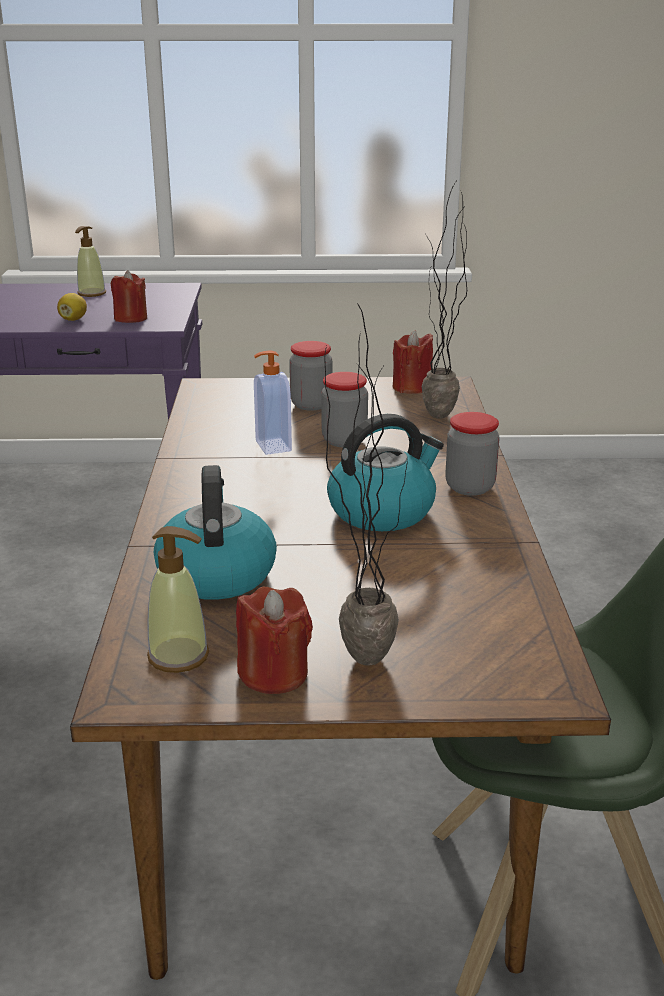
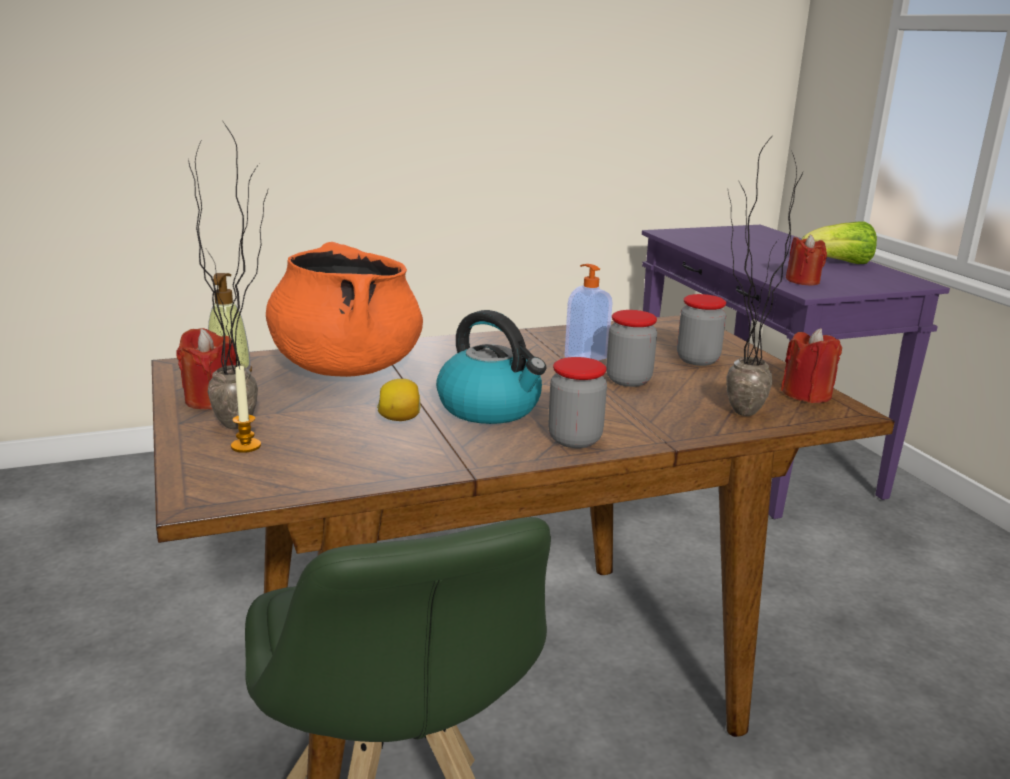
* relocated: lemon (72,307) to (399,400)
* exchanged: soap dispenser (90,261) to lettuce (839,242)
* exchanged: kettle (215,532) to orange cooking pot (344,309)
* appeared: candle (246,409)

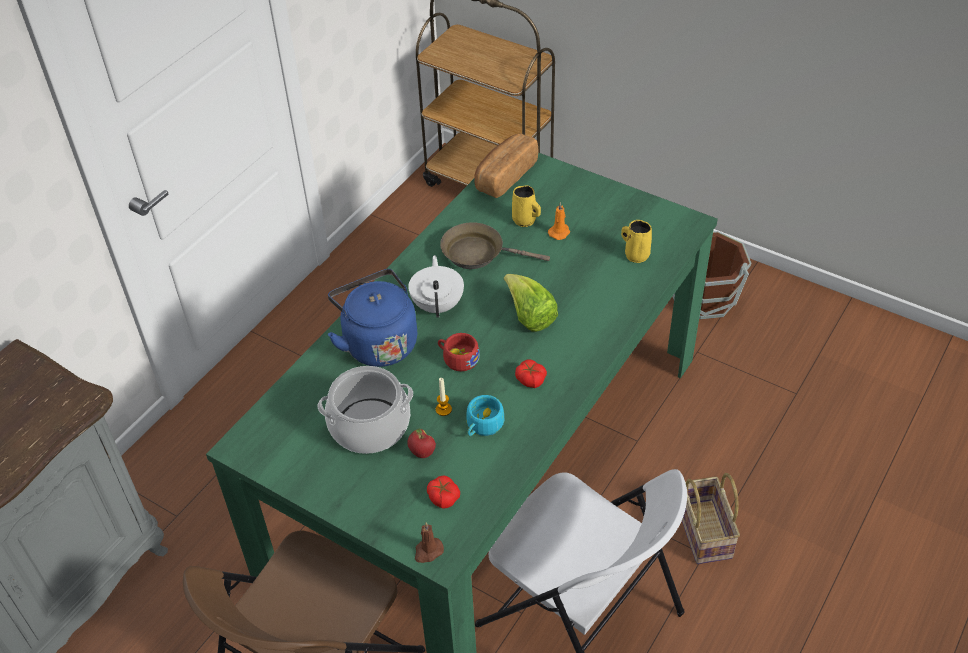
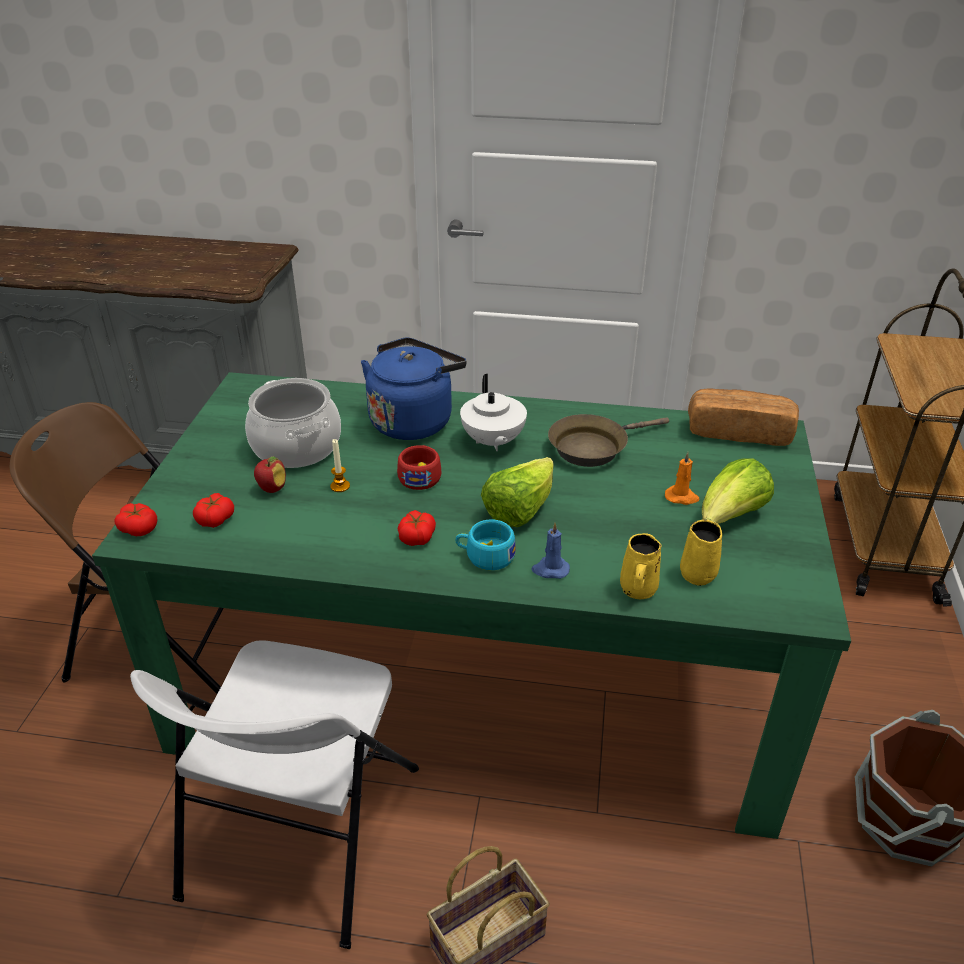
* spun: white teapot (436,286) = (493,412) 105 degrees clockwise
* exchanged: brown candle (429,542) to tomato (135,519)
* spun: brown frying pan (495,245) = (608,440) 105 degrees counterclockwise
* relocated: turquoise cup (485,415) to (485,544)
* relocated: yellow mug (526,206) to (640,566)
* appeared: blue candle (551,550)
* appeared: lettuce (738,491)

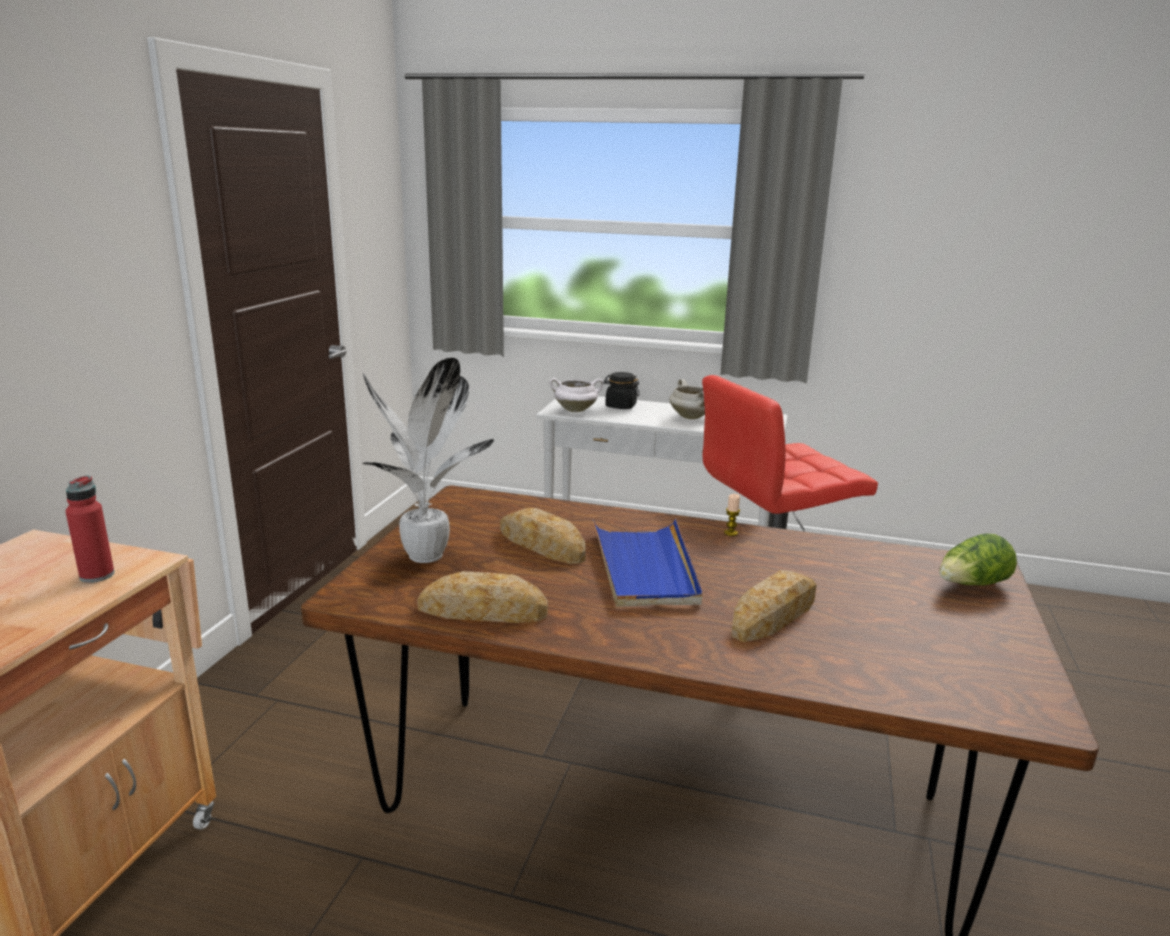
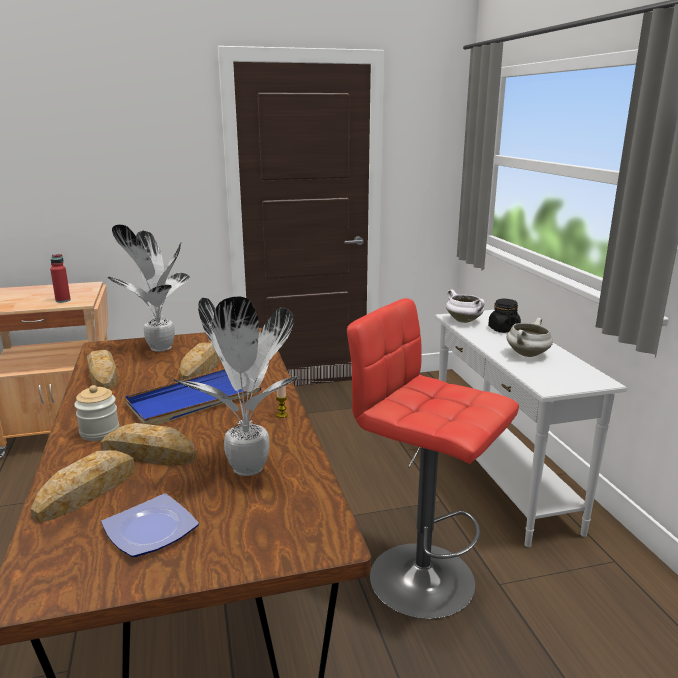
* missing: lettuce (978,560)
* appeared: bread (83,486)
* appeared: jar (96,413)
* appeared: plate (150,525)
* appeared: potted plant (236,386)

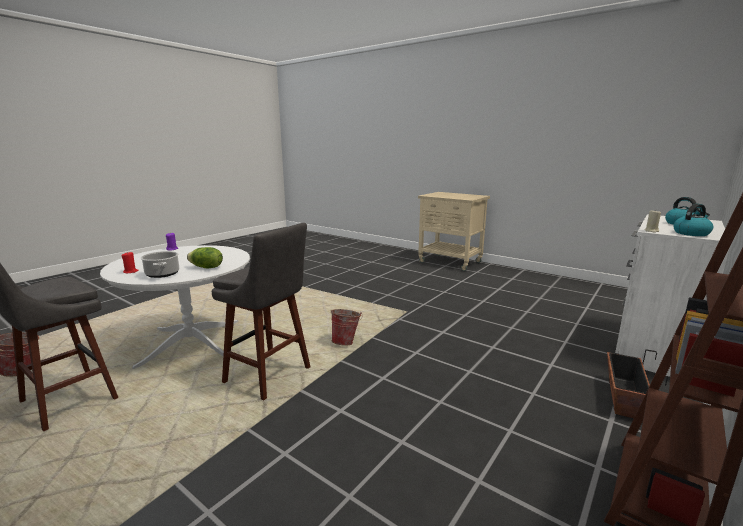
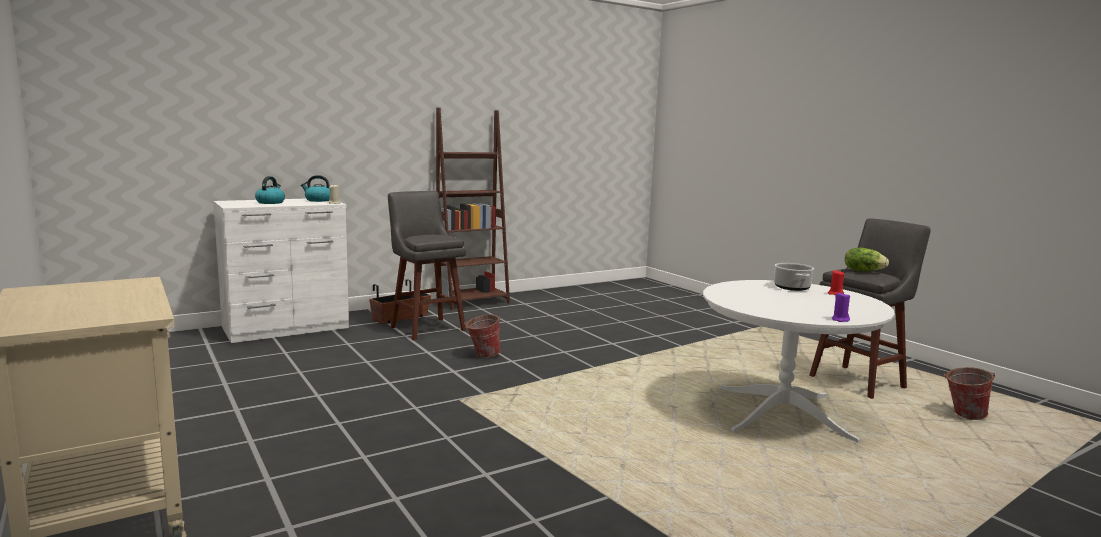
* relocated: lettuce (205,257) to (867,259)
* relocated: grey stool (261,312) to (427,265)
* relocated: bucket (346,327) to (482,336)

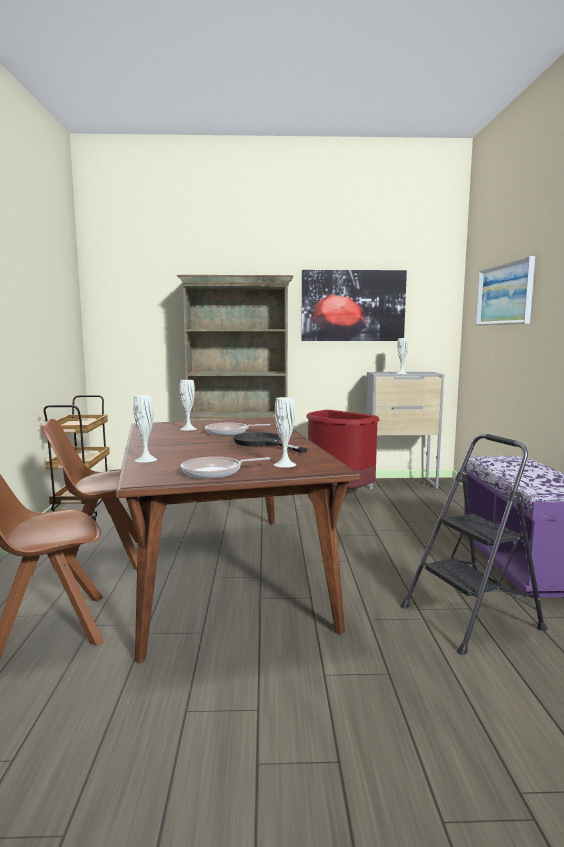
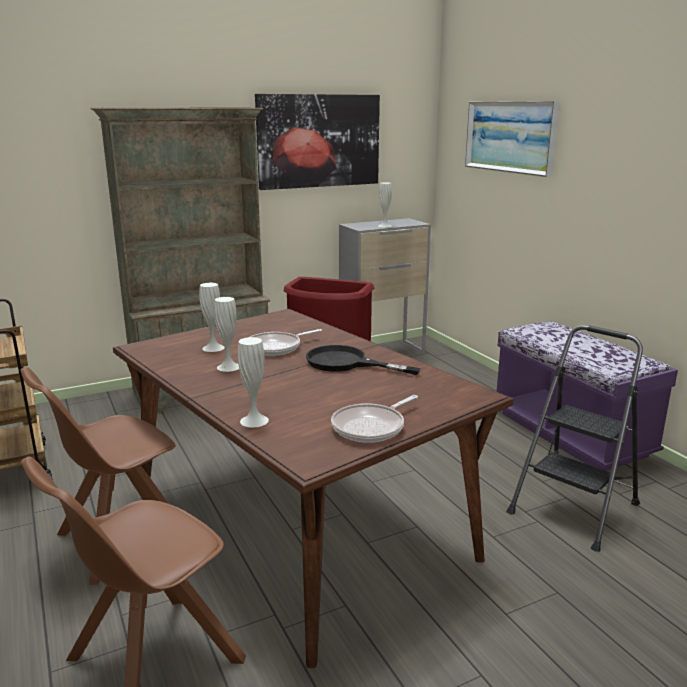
* relocated: white vase (285,432) to (226,334)

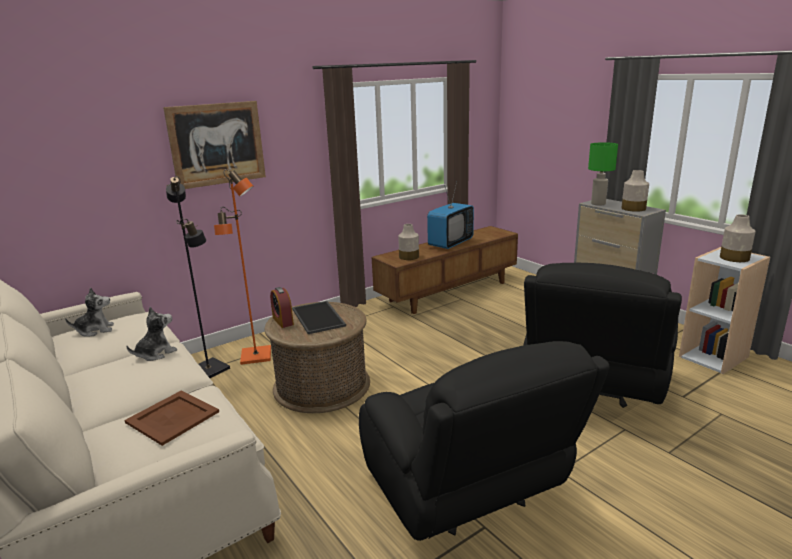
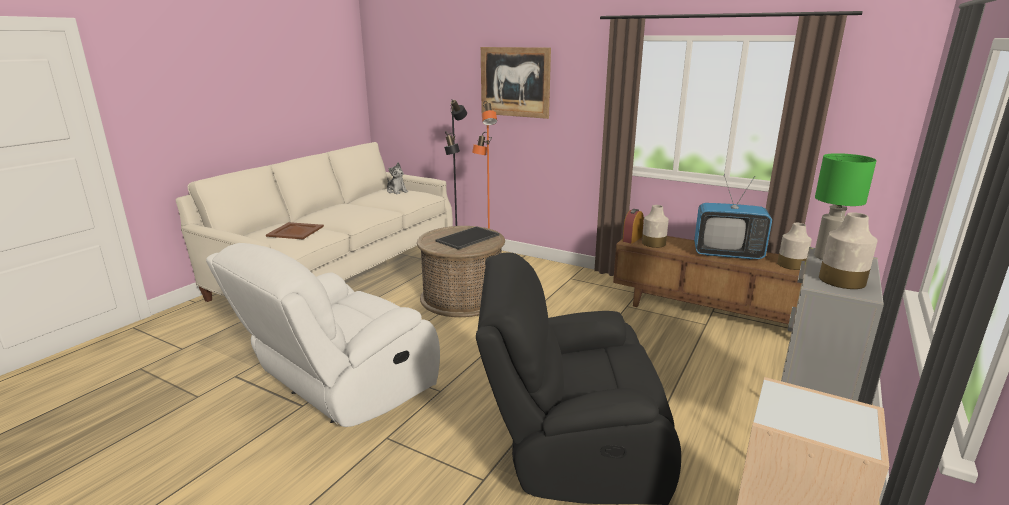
* missing: plush toy (151,334)
* relocated: alarm clock (282,307) to (633,226)
* colour: black armchair (484,441) to white armchair (323,335)
* relocated: beige vase (738,238) to (794,246)

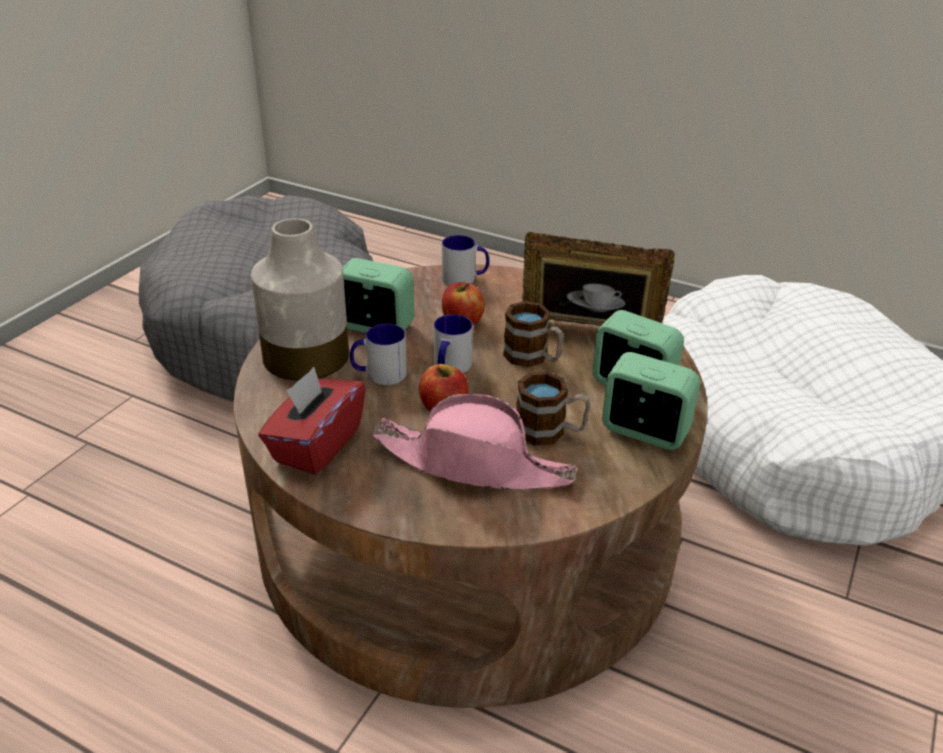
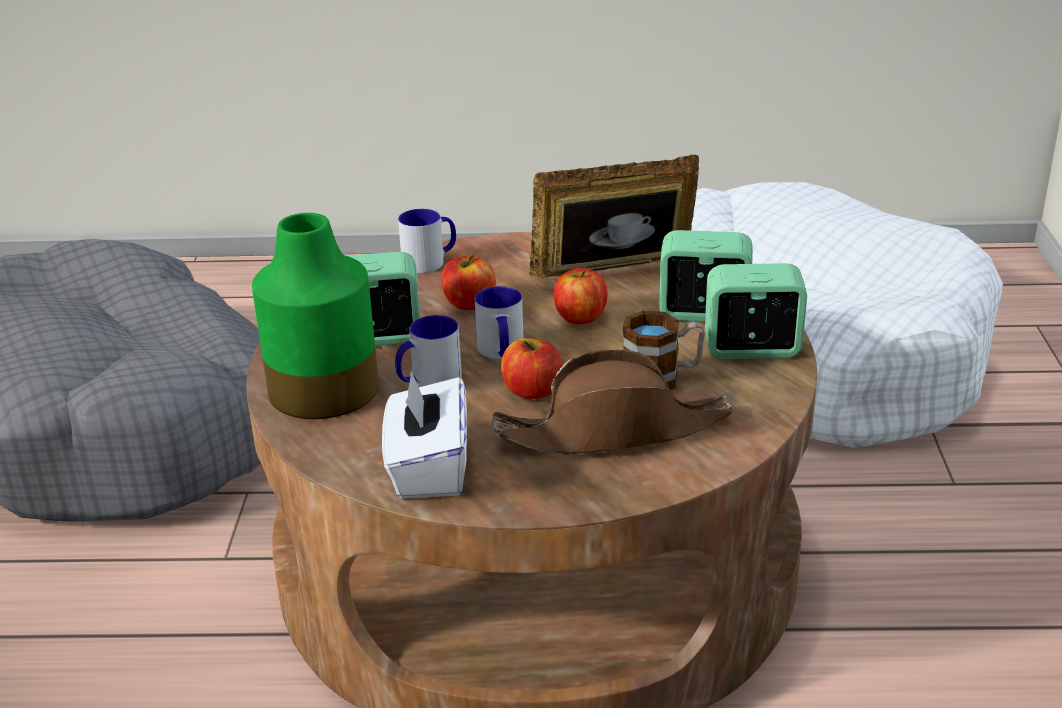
* colour: beige vase (300,299) to green vase (315,316)
* colour: red tissue box (312,421) to white tissue box (424,435)
* colour: pink hat (474,442) to brown hat (612,402)
* exchanged: mug (533,334) to apple (581,295)

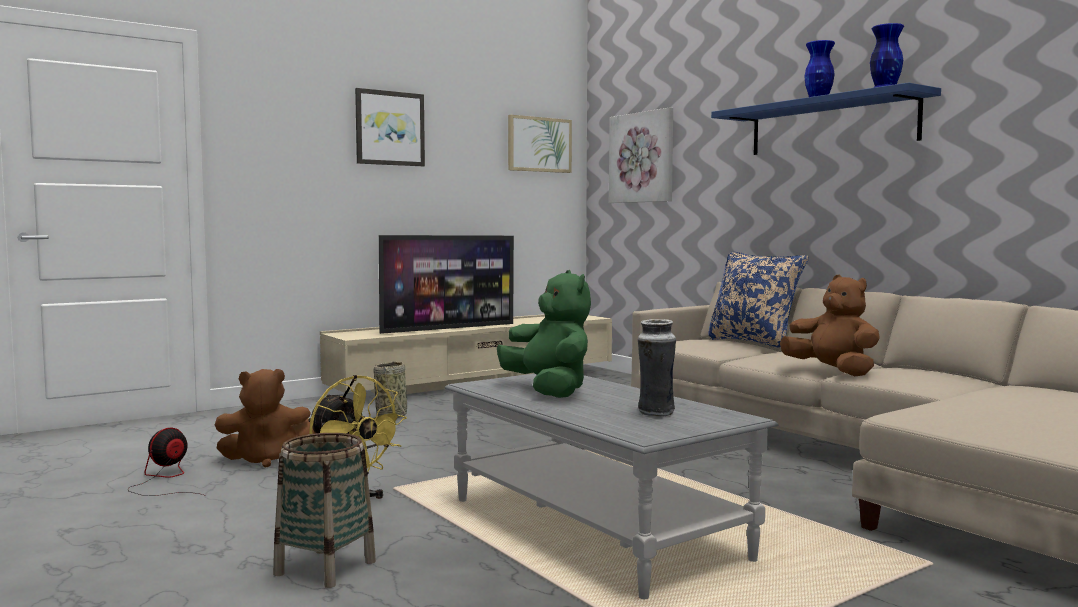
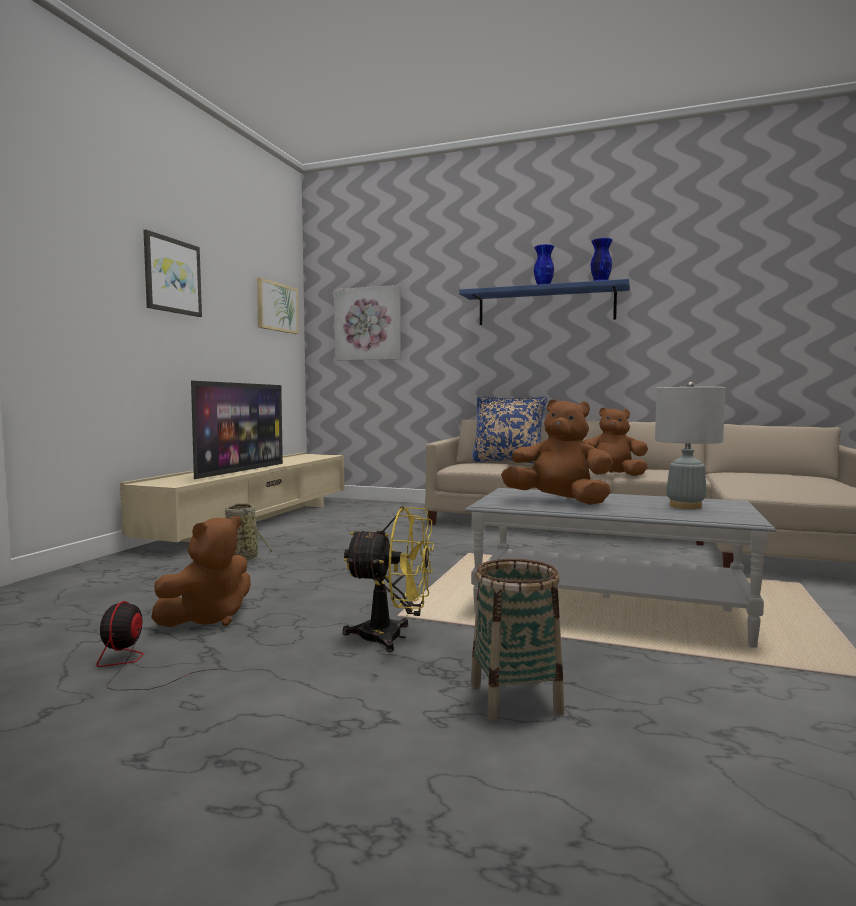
* colour: green plush toy (544,334) to brown plush toy (557,452)
* exchanged: vase (657,368) to grey table lamp (690,445)

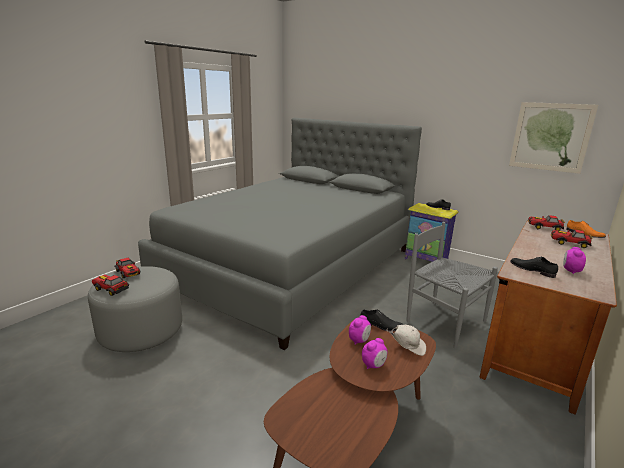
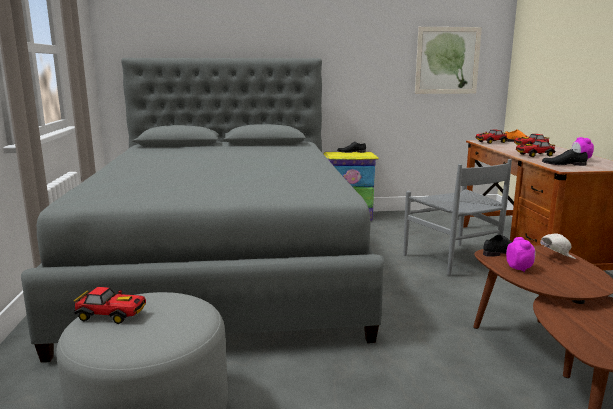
* relocated: toy car (110,285) to (535,148)
* missing: alarm clock (374,353)
* spun: grey chair (452,285) = (457,217) 120 degrees counterclockwise

